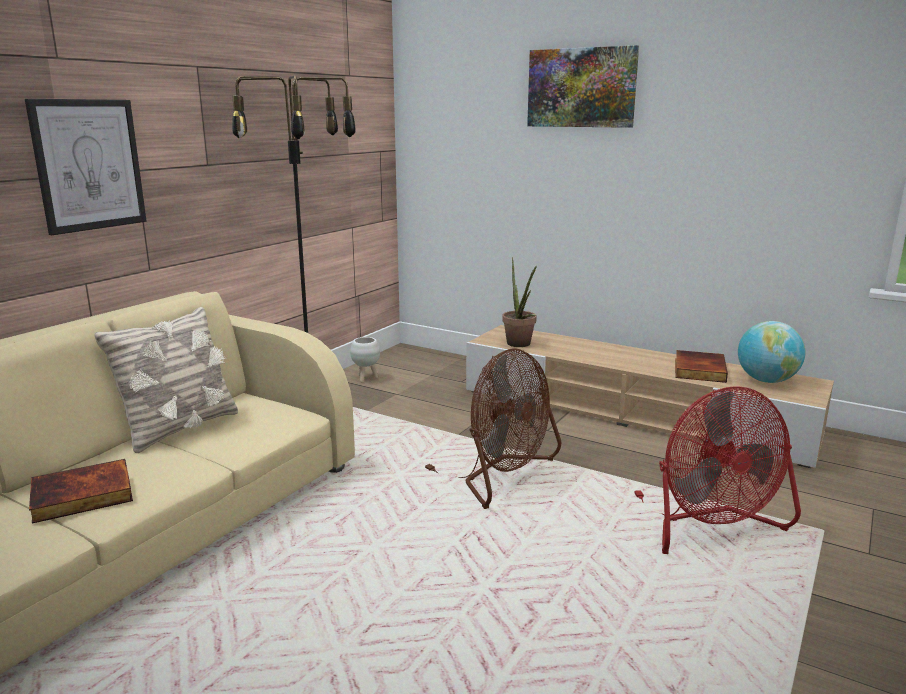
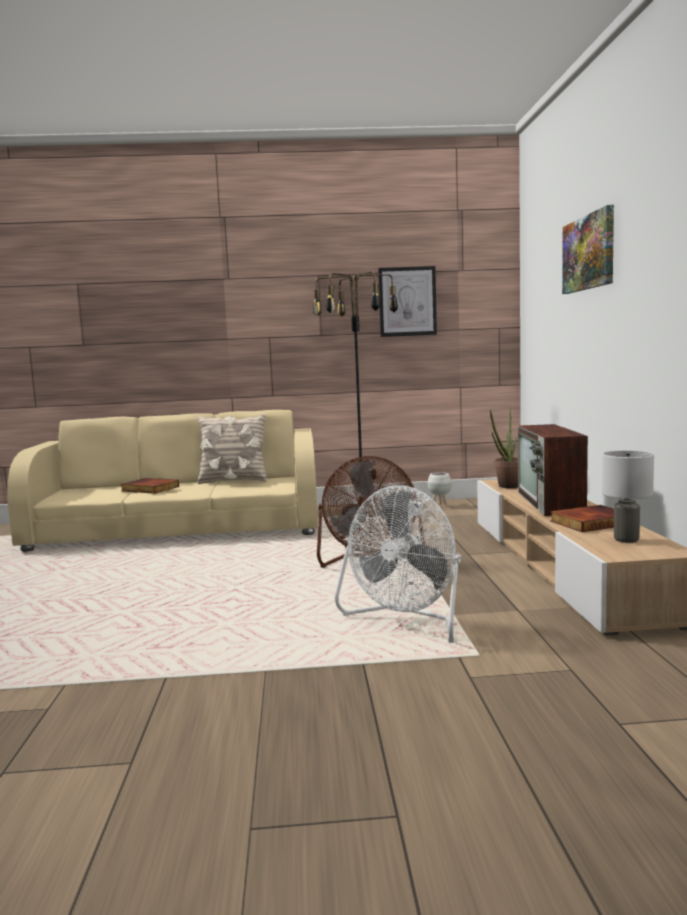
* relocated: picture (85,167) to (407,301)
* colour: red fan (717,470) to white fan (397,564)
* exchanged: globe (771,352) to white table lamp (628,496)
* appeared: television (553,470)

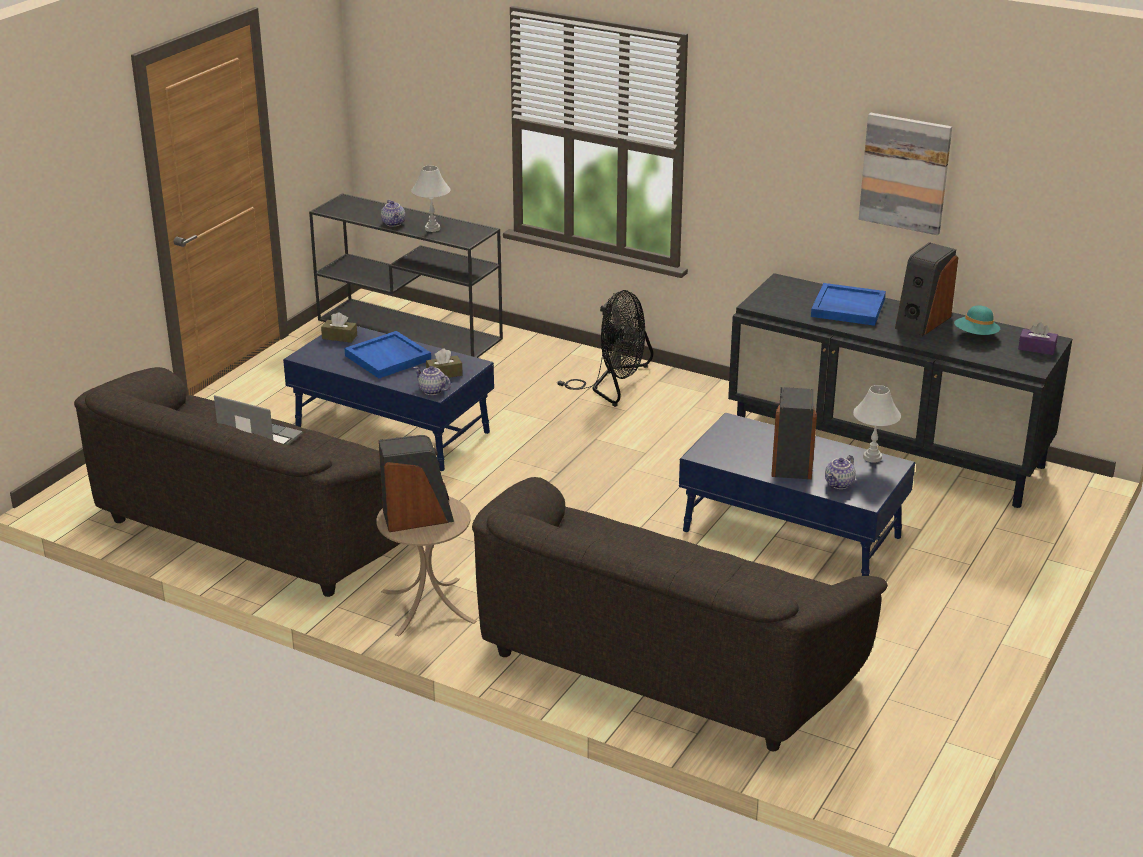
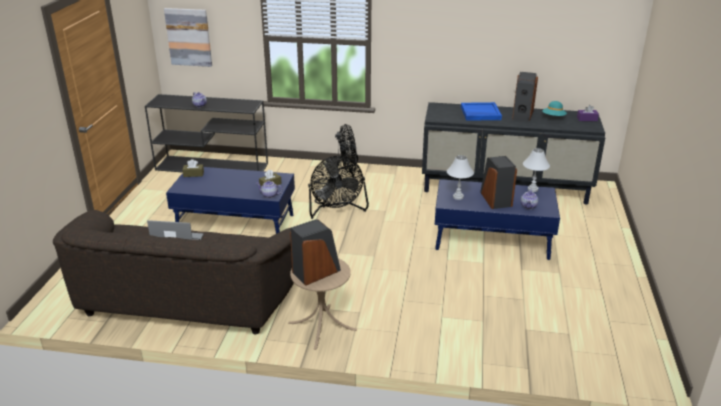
* missing: blue tray (387,354)
* relocated: white table lamp (431,198) to (460,177)
* missing: brown sofa (680,614)
* relocated: picture (905,174) to (188,37)
* appeared: black fan (338,187)

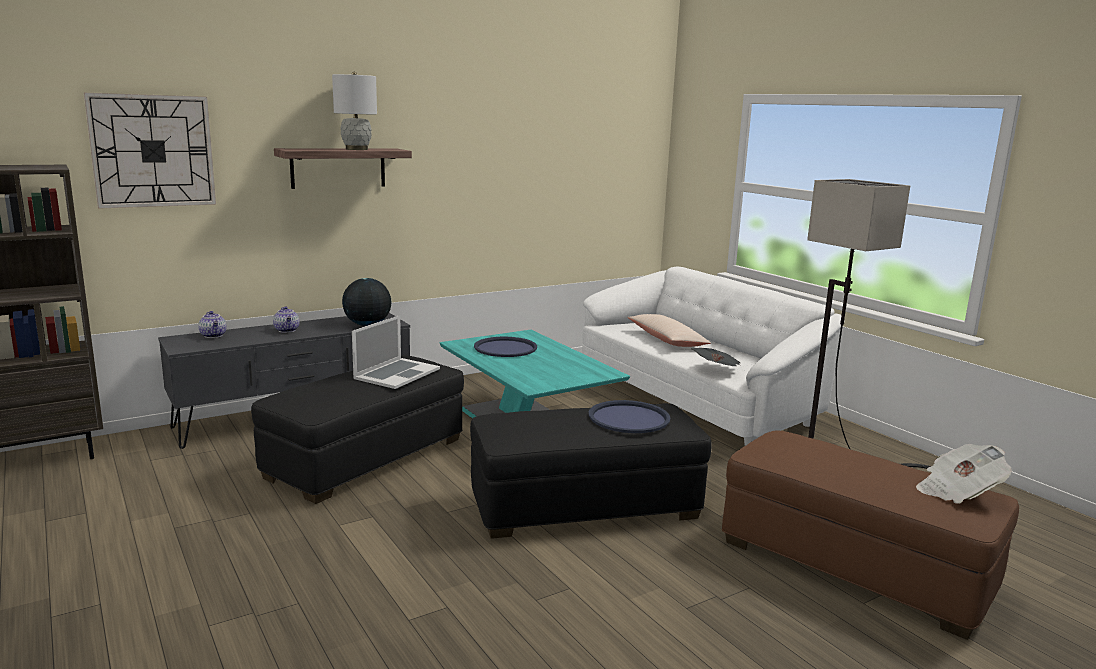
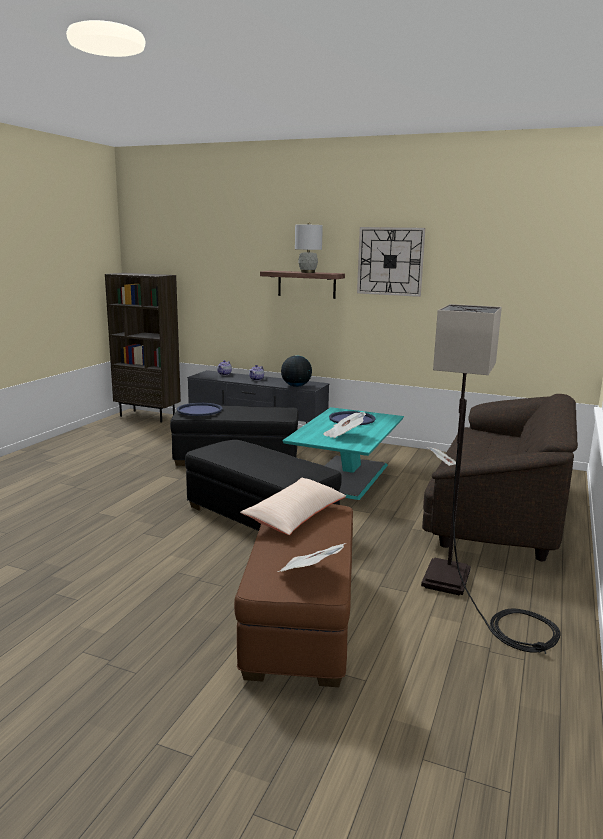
* relocated: wall clock (150,151) to (391,262)
* missing: laptop (396,352)
* colour: white sofa (713,356) to brown sofa (500,477)
* relocated: blue tray (629,416) to (200,409)
* relocated: beige pillow (669,330) to (293,506)
* appeared: newspaper (344,425)

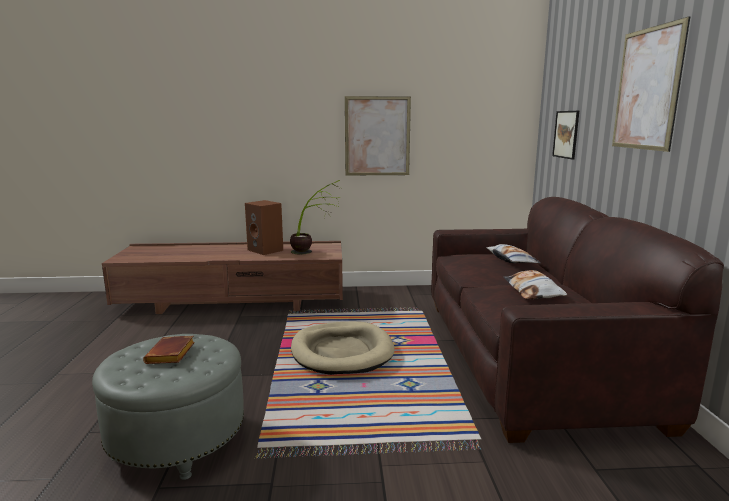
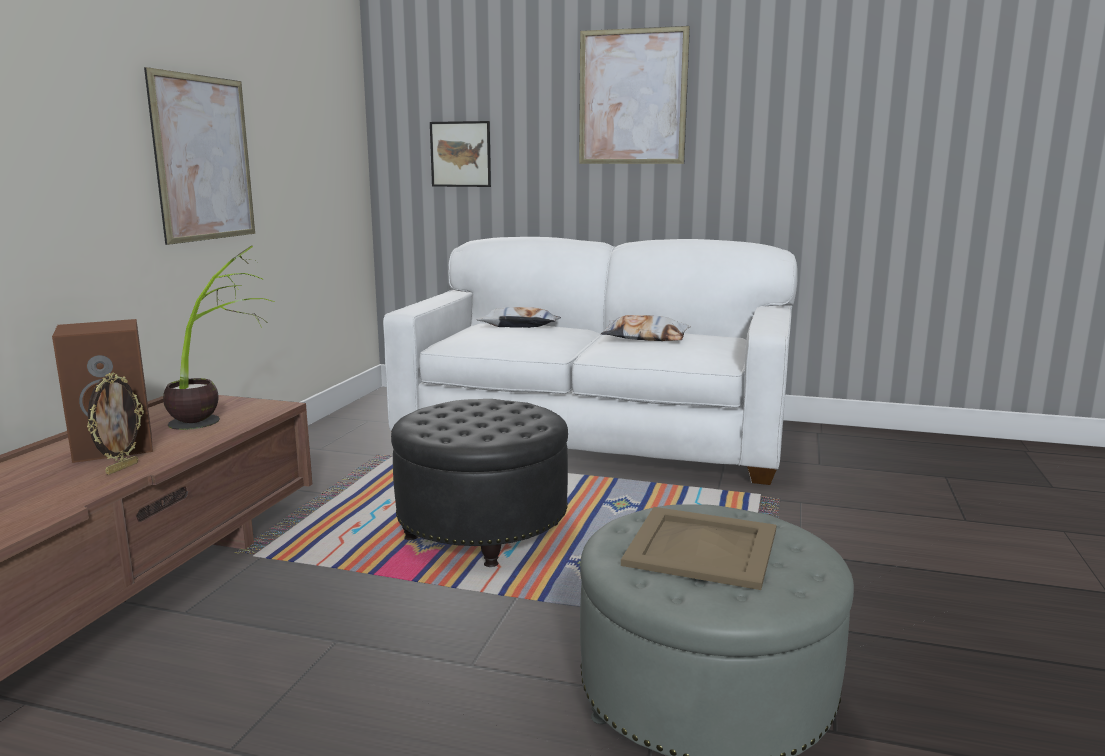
* exchanged: brown book (169,350) to beige tray (699,548)
* exchanged: beige dog bed (343,348) to black ottoman (479,483)
* colour: brown sofa (577,320) to white sofa (590,361)
* appeared: picture frame (115,424)

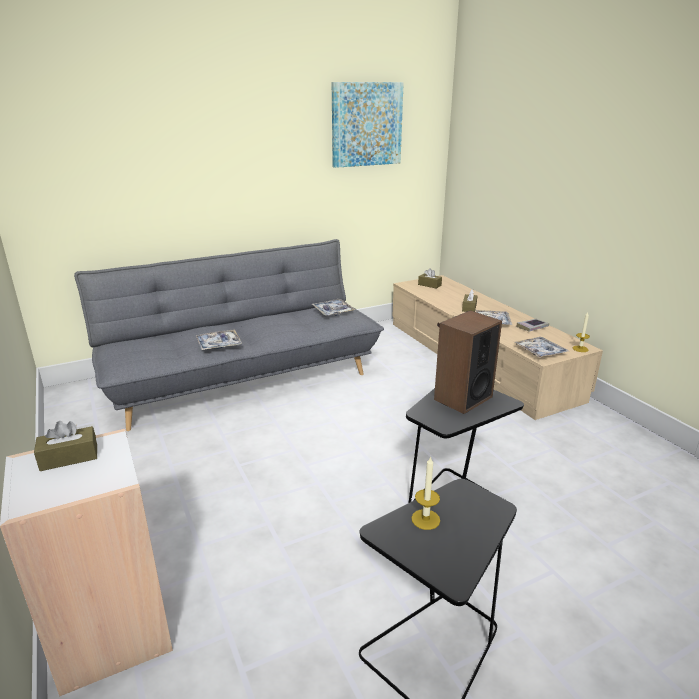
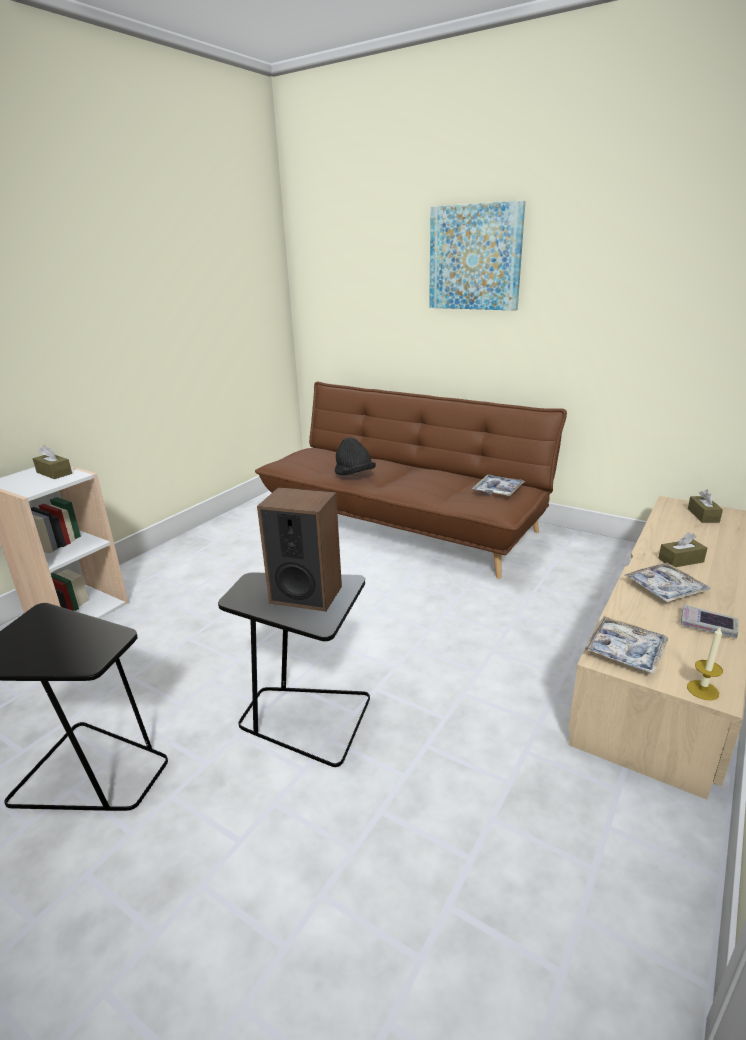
* colour: grey sofa (229,335) to brown sofa (411,480)
* exchanged: tray (219,339) to black hat (355,456)
* relocated: picture (368,125) to (477,256)
* missing: candle (425,493)

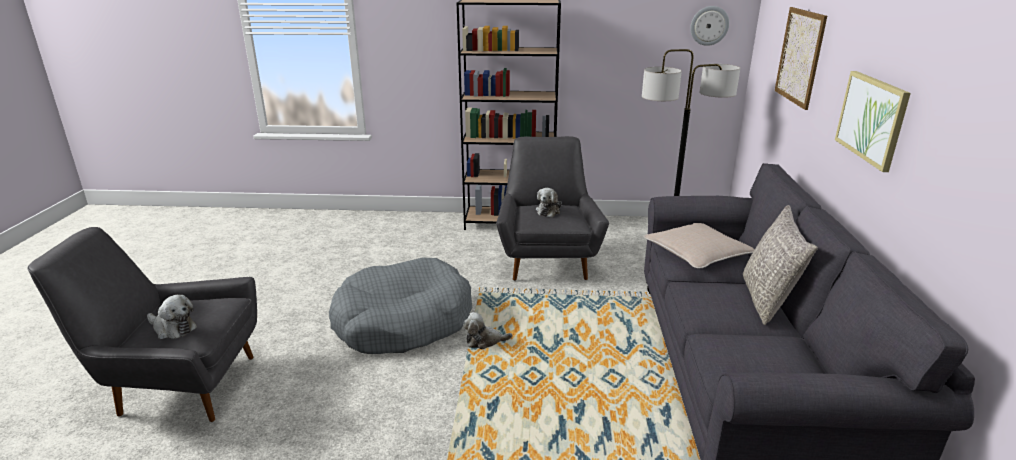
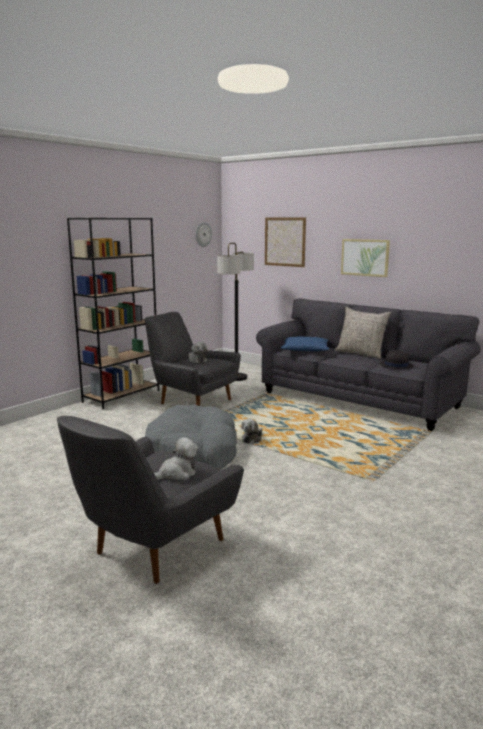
* colour: beige pillow (699,245) to blue pillow (305,344)
* appeared: black hat (396,359)

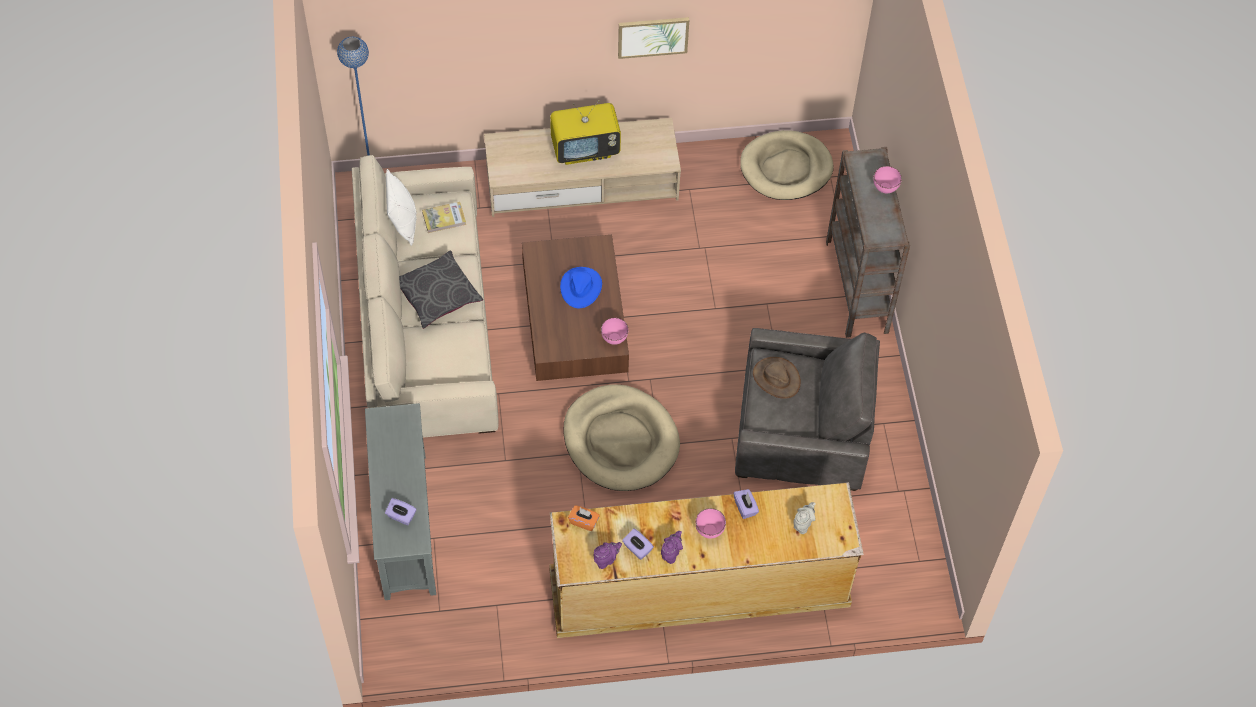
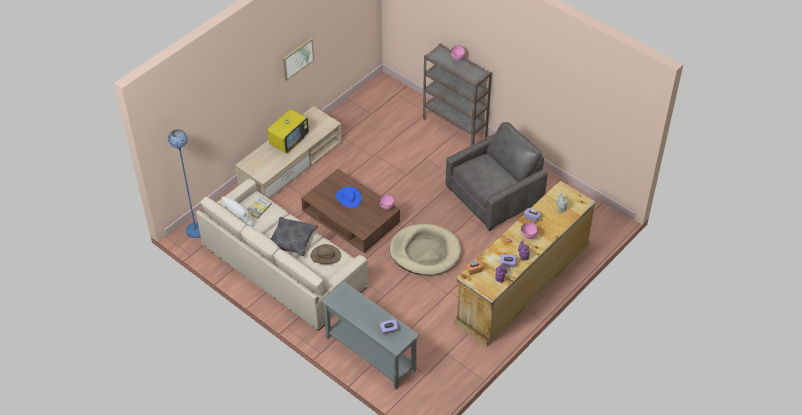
* missing: beige dog bed (787,165)
* relocated: brown hat (777,378) to (326,254)

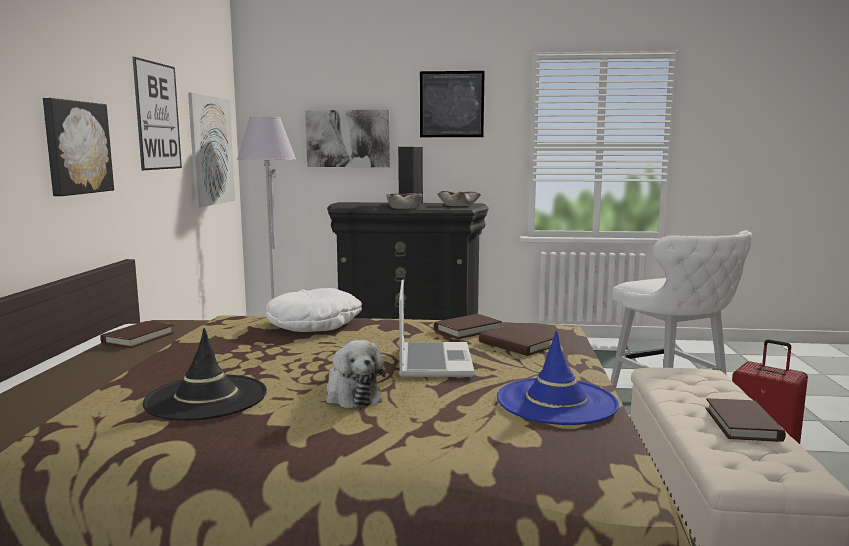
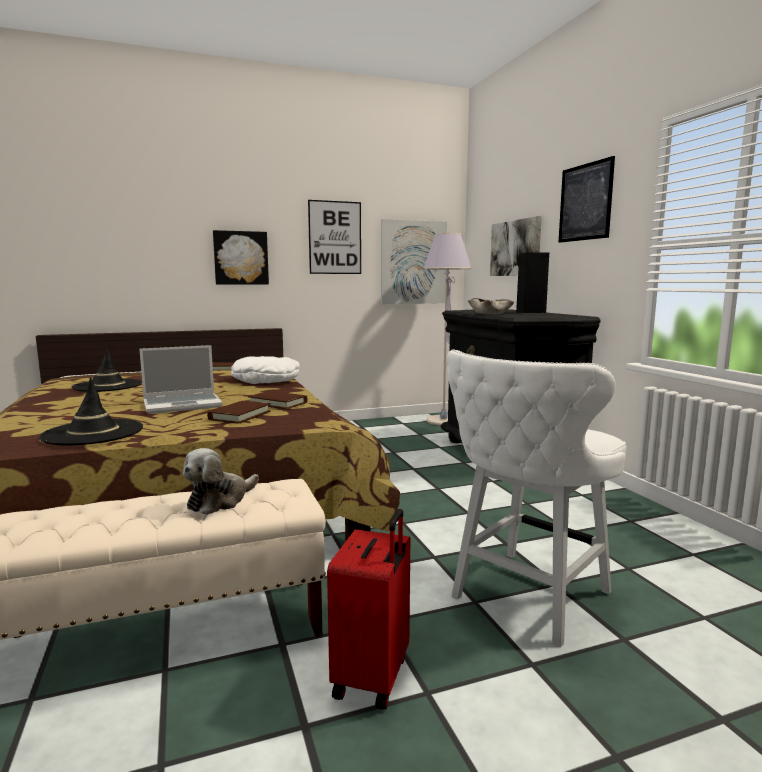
* relocated: plush toy (356,374) to (221,481)
* missing: beige bowl (459,198)
* colour: blue hat (558,378) to black hat (91,411)
* missing: brown book (745,420)

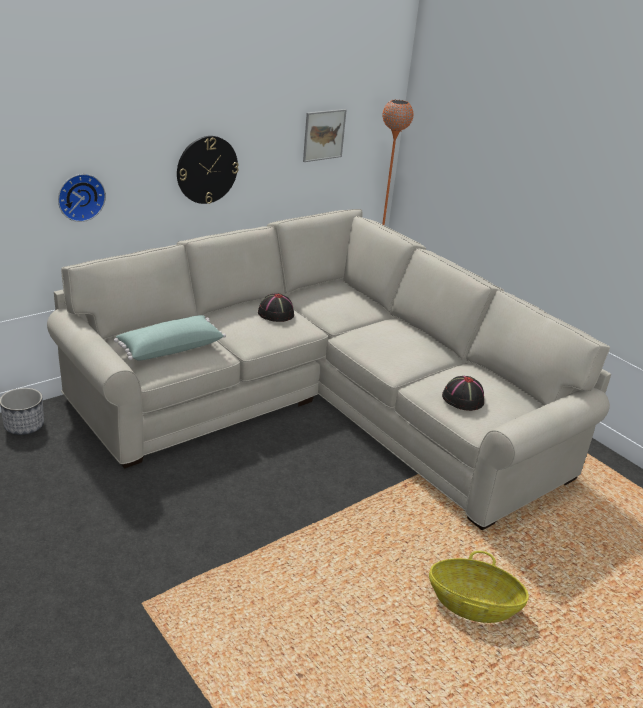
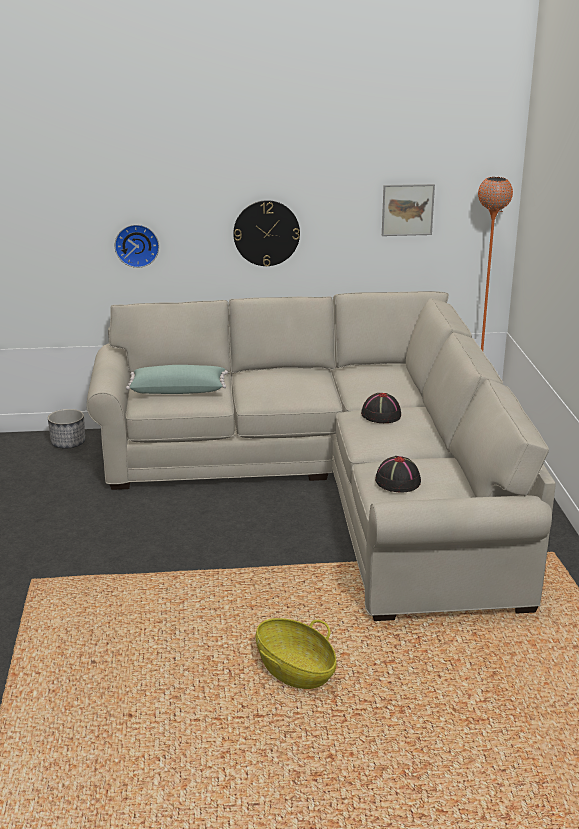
* relocated: black hat (276,307) to (381,408)

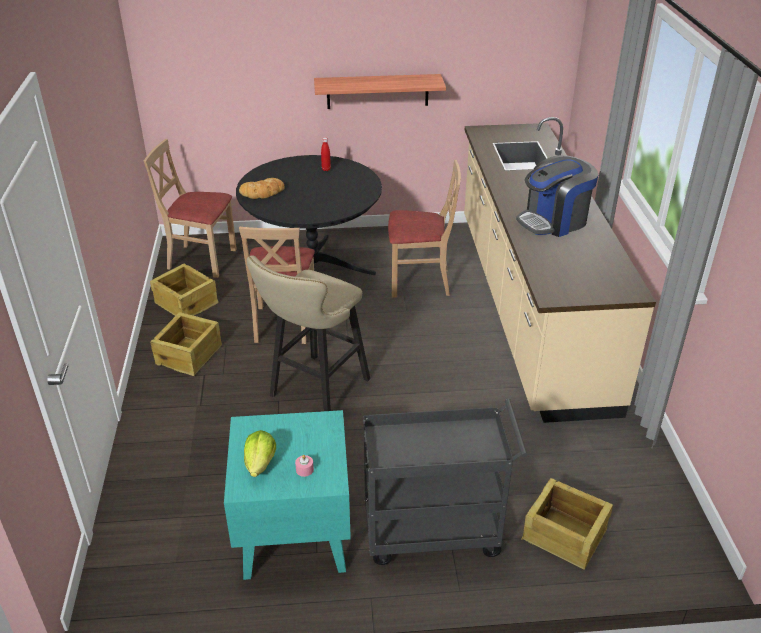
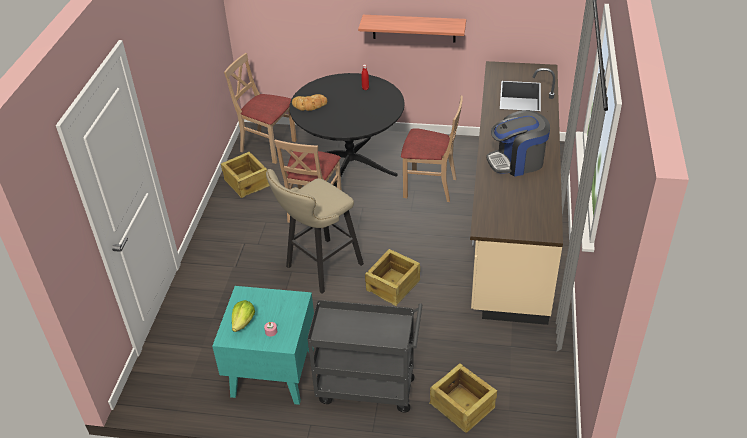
* relocated: crate (186,344) to (392,277)

